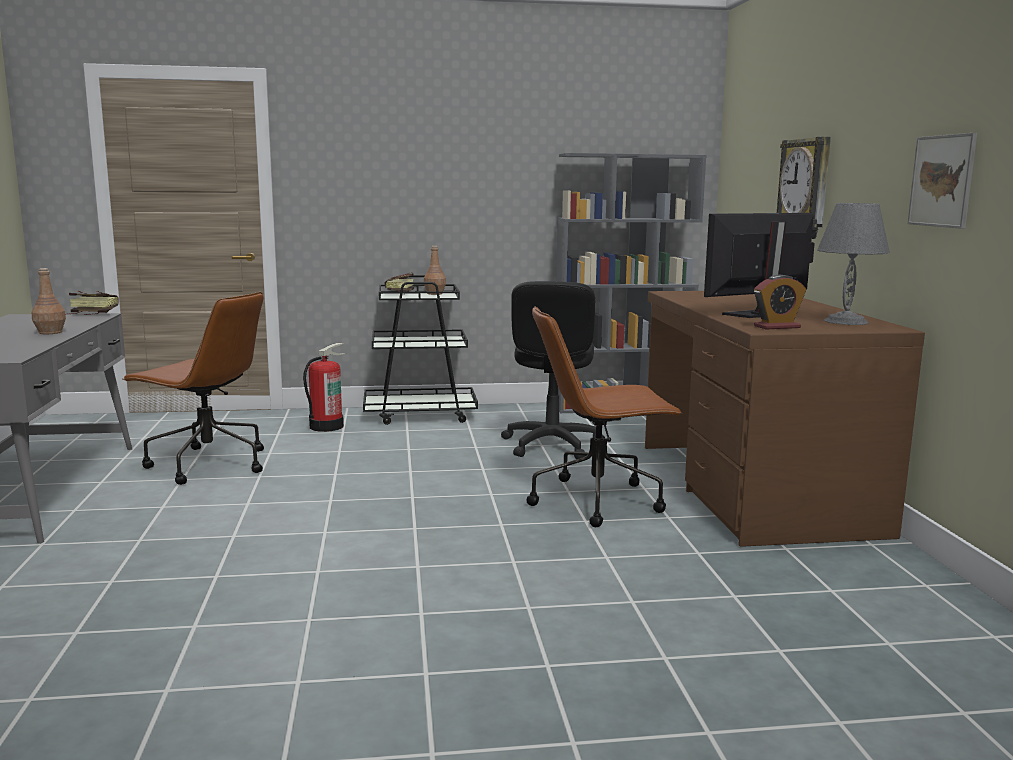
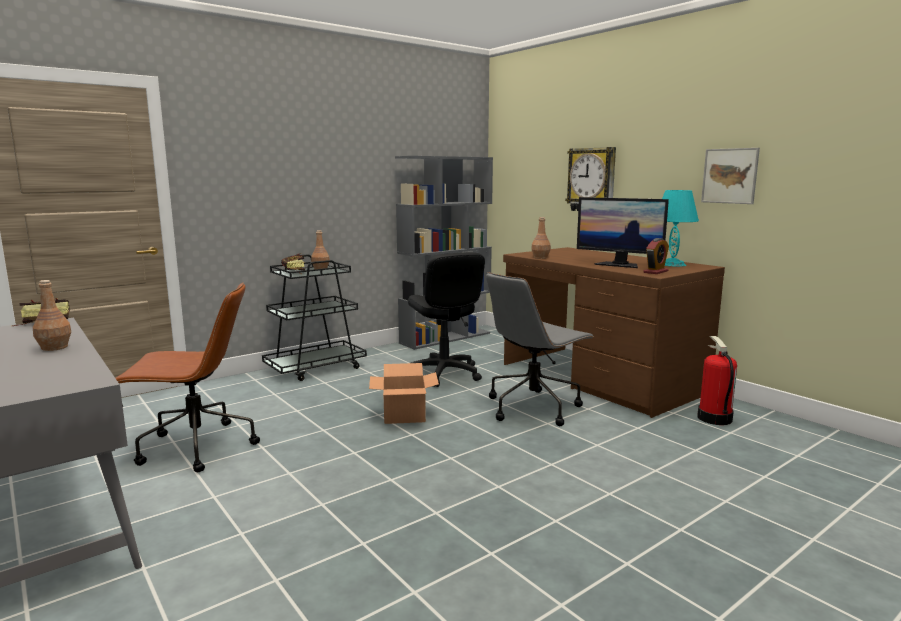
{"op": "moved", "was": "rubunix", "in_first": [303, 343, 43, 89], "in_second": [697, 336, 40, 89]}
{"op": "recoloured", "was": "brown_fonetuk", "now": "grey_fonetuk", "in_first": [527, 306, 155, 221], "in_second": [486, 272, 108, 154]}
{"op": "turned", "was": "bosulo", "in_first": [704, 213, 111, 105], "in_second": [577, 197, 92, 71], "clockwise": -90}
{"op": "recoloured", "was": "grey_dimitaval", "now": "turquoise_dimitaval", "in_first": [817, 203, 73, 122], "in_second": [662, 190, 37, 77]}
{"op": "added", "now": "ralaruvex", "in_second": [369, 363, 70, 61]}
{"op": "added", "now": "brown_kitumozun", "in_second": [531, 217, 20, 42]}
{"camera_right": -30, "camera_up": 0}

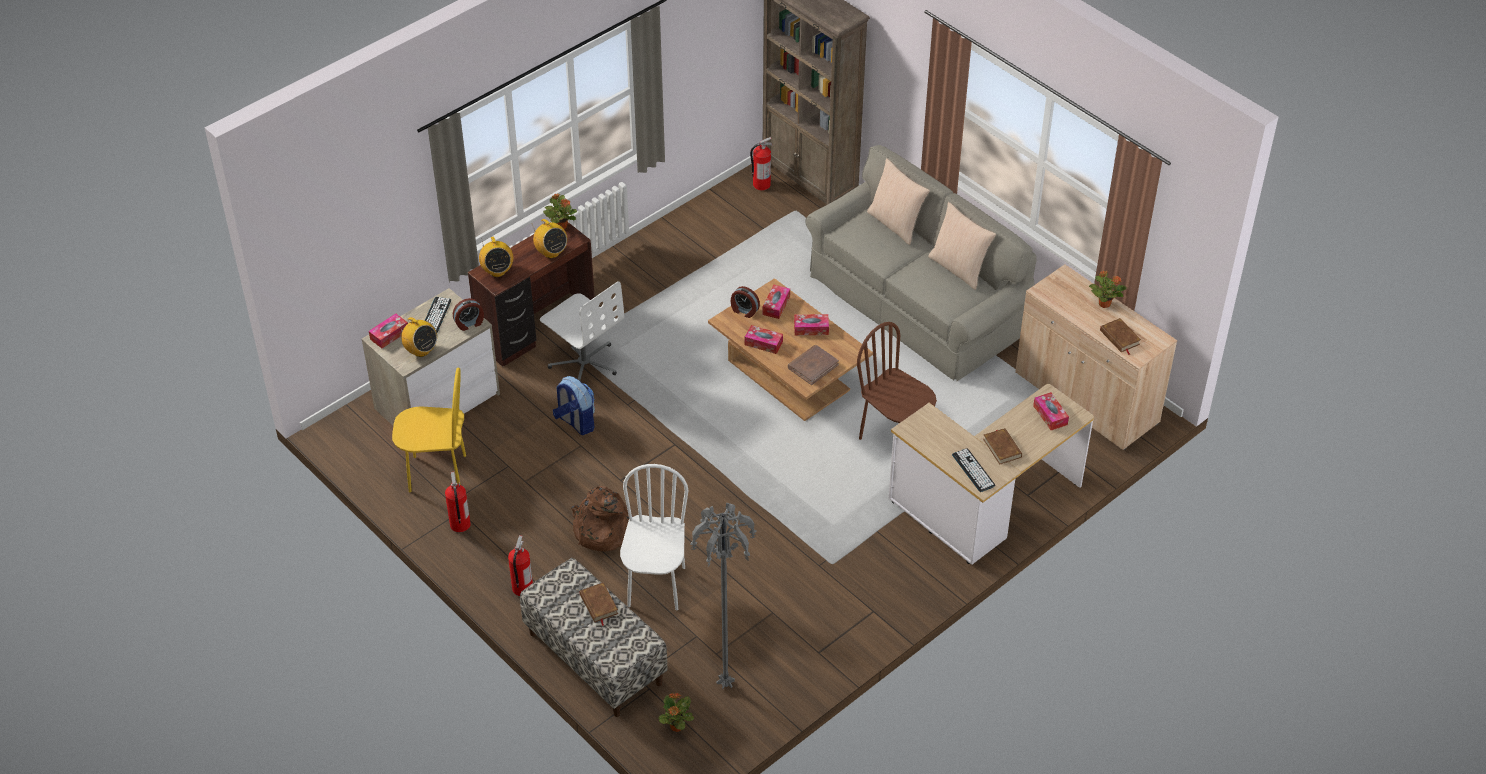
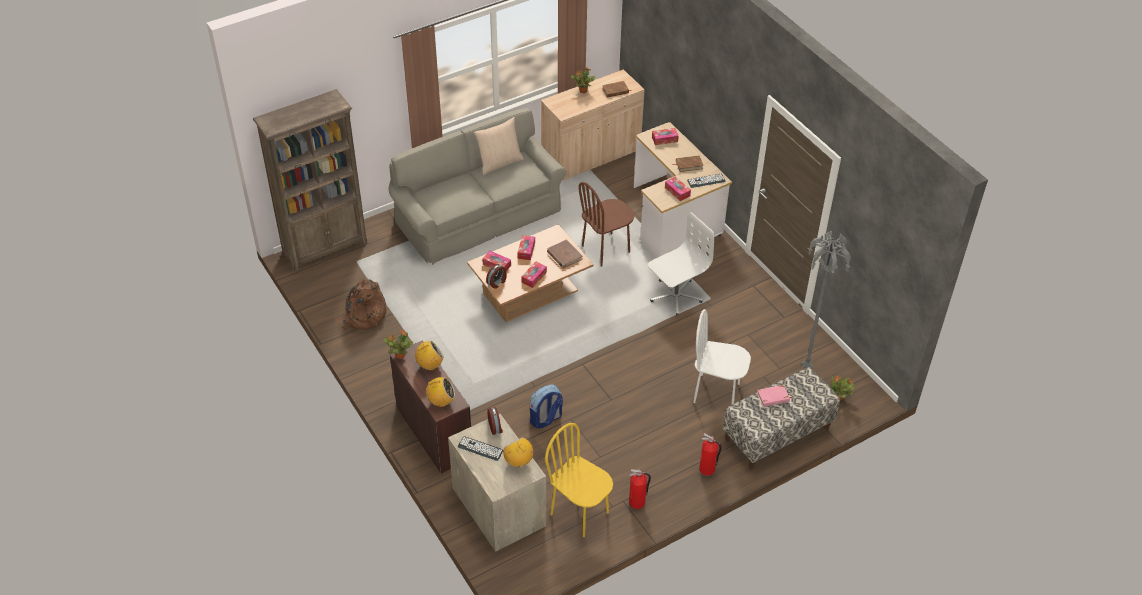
{"op": "moved", "was": "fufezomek", "in_first": [369, 313, 39, 35], "in_second": [665, 176, 26, 25]}
{"op": "turned", "was": "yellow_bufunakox", "in_first": [392, 368, 74, 124], "in_second": [545, 423, 68, 114], "clockwise": -60}
{"op": "turned", "was": "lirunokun", "in_first": [400, 317, 37, 40], "in_second": [503, 437, 30, 31], "clockwise": -90}
{"op": "moved", "was": "white_fonetuk", "in_first": [540, 281, 84, 100], "in_second": [648, 212, 66, 104]}
{"op": "moved", "was": "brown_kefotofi", "in_first": [571, 486, 62, 66], "in_second": [334, 279, 52, 51]}
{"op": "recoloured", "was": "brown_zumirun", "now": "pink_zumirun", "in_first": [580, 583, 38, 43], "in_second": [757, 385, 35, 22]}
{"op": "removed", "was": "rubunix", "in_first": [750, 137, 23, 53]}
{"op": "removed", "was": "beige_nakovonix", "in_first": [867, 158, 63, 87]}
{"camera_right": -80, "camera_up": 0}

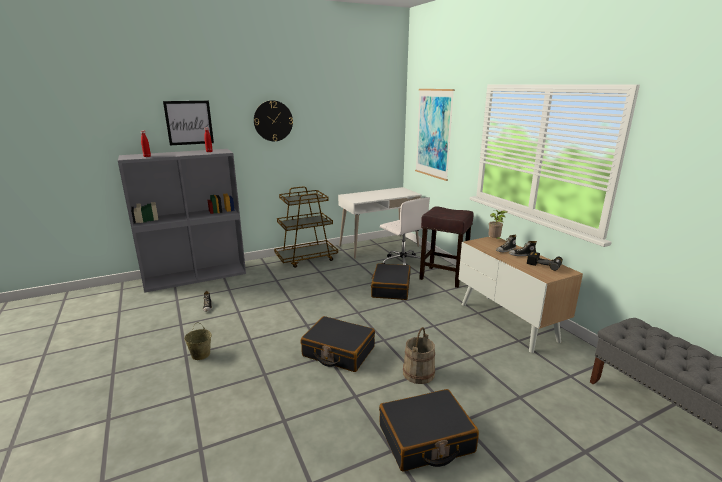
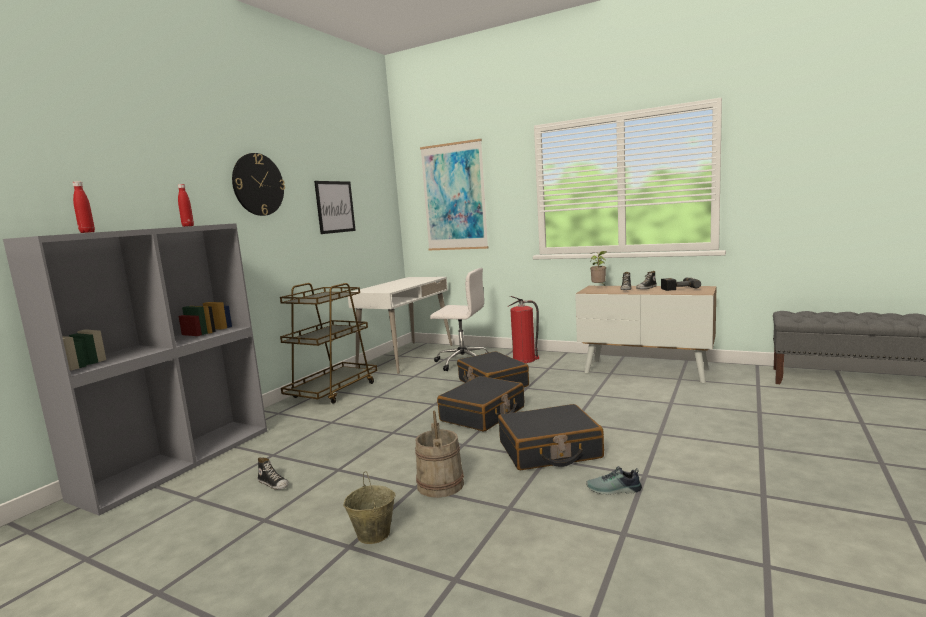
{"op": "moved", "was": "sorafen", "in_first": [163, 101, 51, 44], "in_second": [314, 181, 42, 53]}
{"op": "moved", "was": "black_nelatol", "in_first": [379, 389, 100, 83], "in_second": [437, 376, 87, 56]}
{"op": "moved", "was": "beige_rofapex", "in_first": [403, 327, 32, 57], "in_second": [415, 410, 49, 88]}
{"op": "replaced", "was": "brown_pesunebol", "now": "rubunix", "in_first": [419, 206, 55, 82], "in_second": [508, 296, 31, 67]}
{"op": "added", "now": "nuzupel", "in_second": [586, 466, 56, 29]}
{"camera_right": -35, "camera_up": -10}

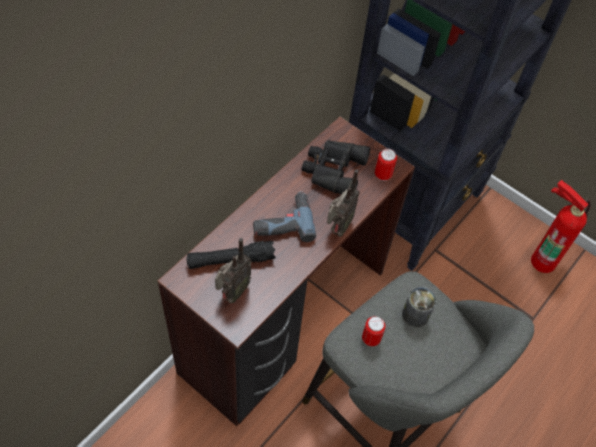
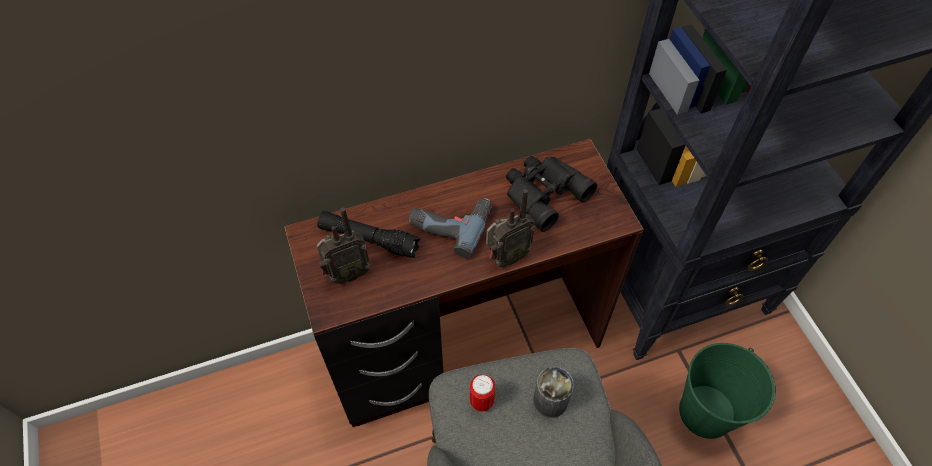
{"op": "removed", "was": "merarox", "in_first": [375, 149, 22, 32]}
{"op": "removed", "was": "rubunix", "in_first": [531, 180, 59, 93]}
{"op": "added", "now": "green_rofapex", "in_second": [679, 343, 97, 96]}
{"camera_right": 35, "camera_up": 0}

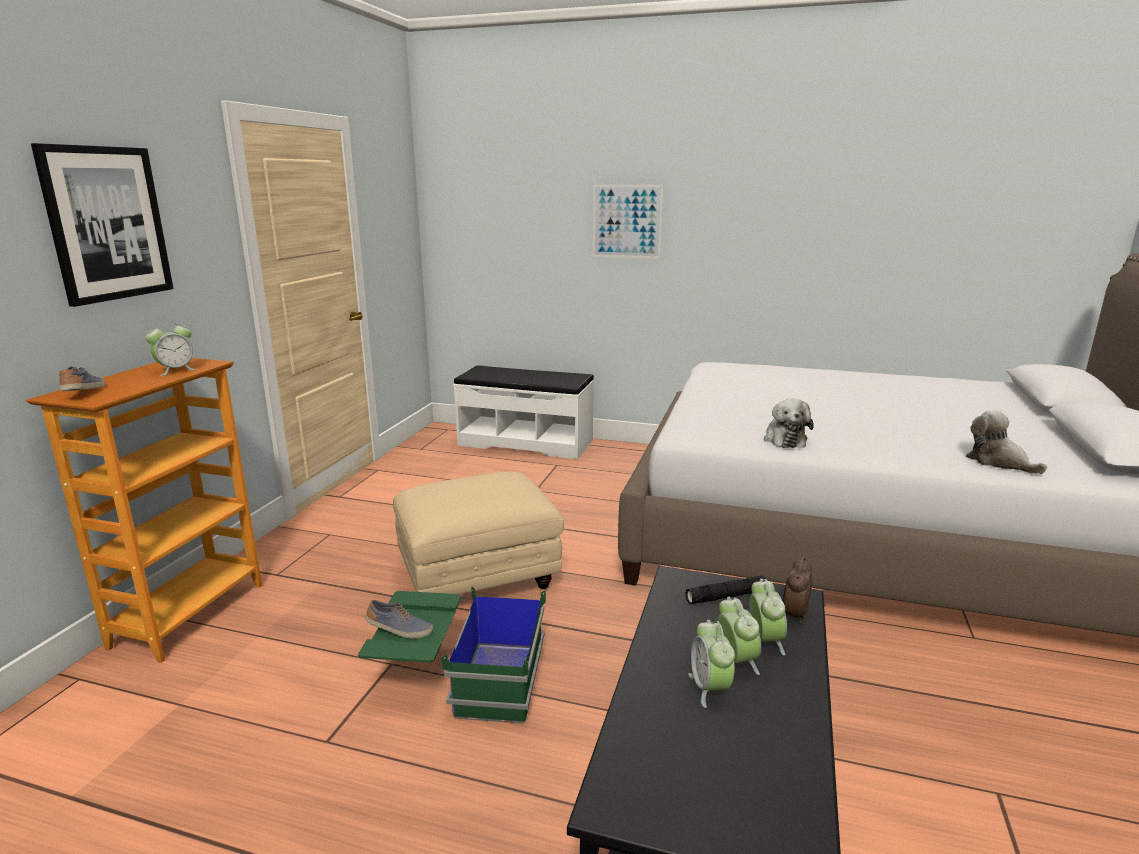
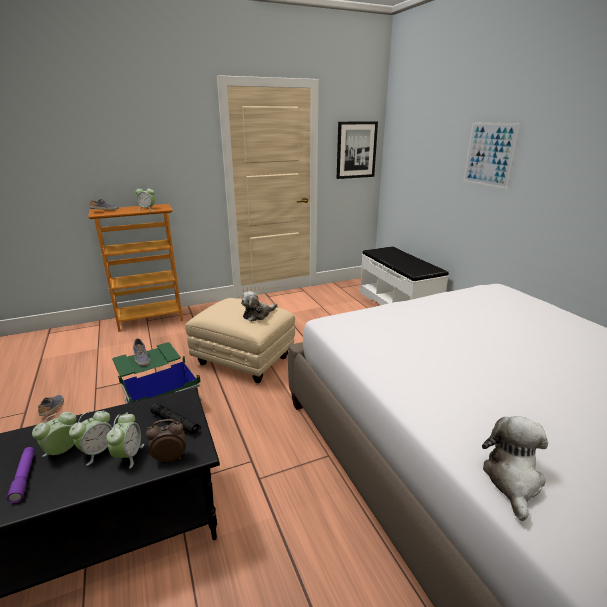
{"op": "moved", "was": "sorafen", "in_first": [31, 143, 142, 164], "in_second": [337, 121, 41, 58]}
{"op": "turned", "was": "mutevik", "in_first": [750, 579, 37, 76], "in_second": [106, 413, 38, 56], "clockwise": -45}
{"op": "moved", "was": "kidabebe", "in_first": [764, 398, 50, 50], "in_second": [241, 291, 36, 31]}
{"op": "added", "now": "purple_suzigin", "in_second": [6, 447, 29, 56]}
{"op": "added", "now": "nuzupel", "in_second": [38, 395, 26, 21]}
{"camera_right": 50, "camera_up": 5}

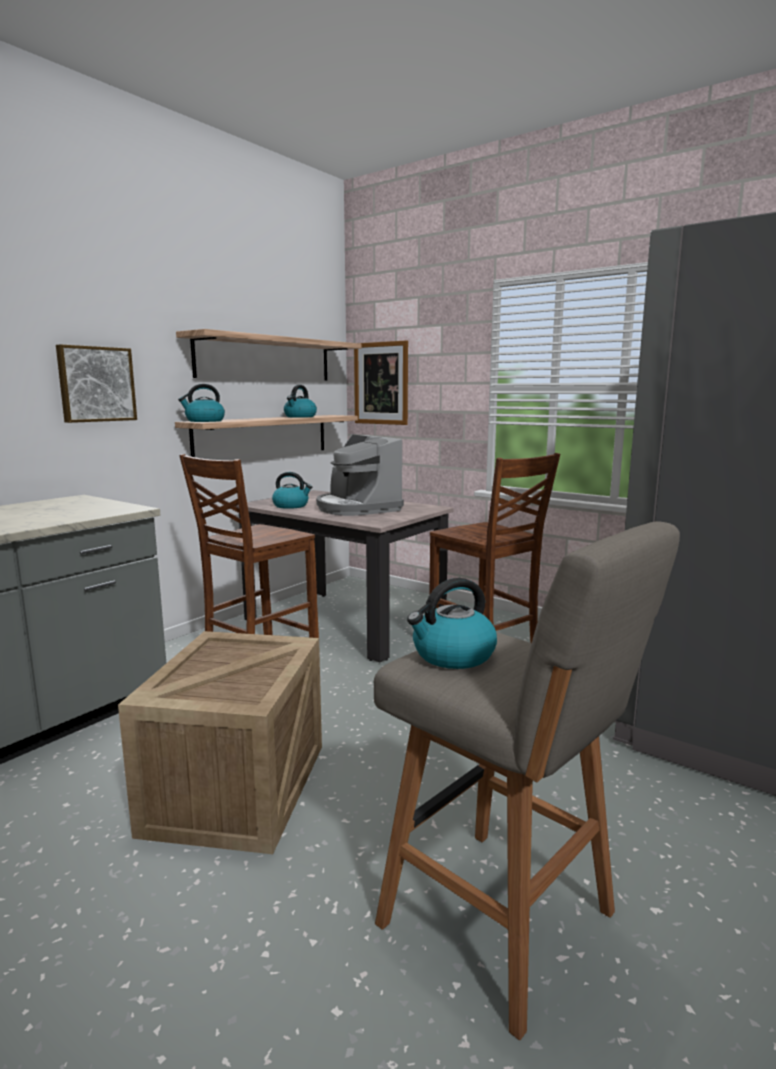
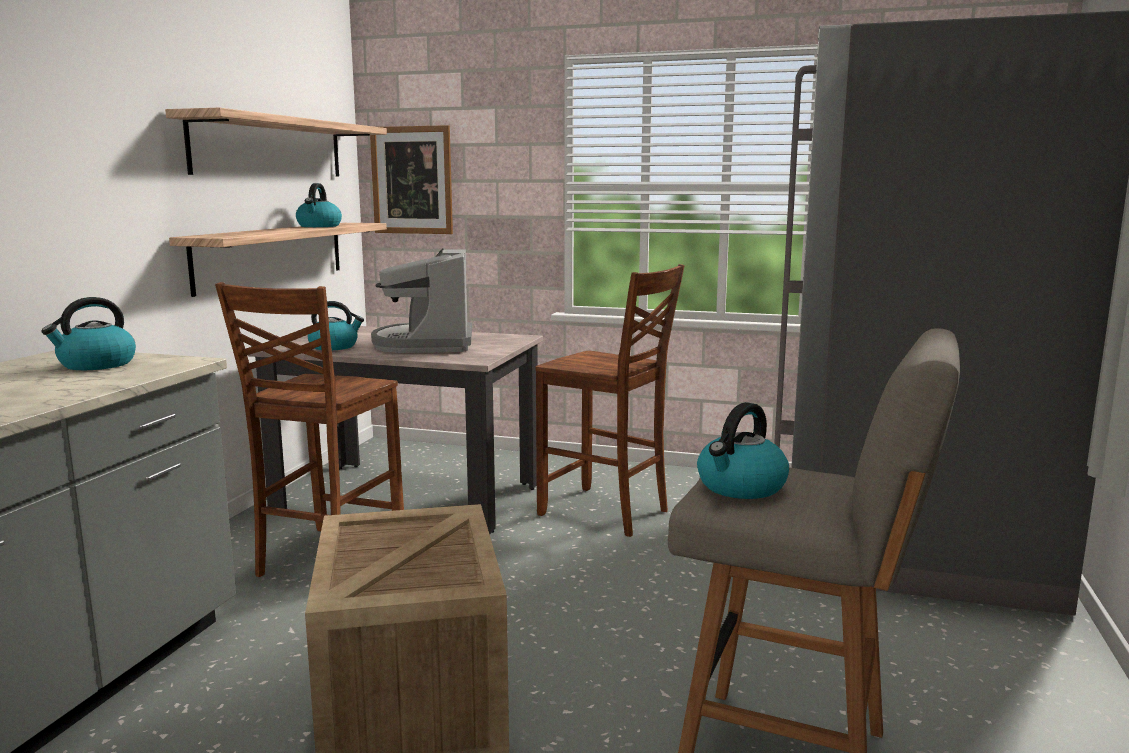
{"op": "removed", "was": "sorafen", "in_first": [56, 344, 81, 79]}
{"op": "moved", "was": "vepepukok", "in_first": [178, 384, 47, 38], "in_second": [41, 297, 95, 73]}
{"op": "turned", "was": "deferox", "in_first": [316, 434, 88, 82], "in_second": [371, 248, 101, 105], "clockwise": 45}
{"camera_right": -20, "camera_up": 0}

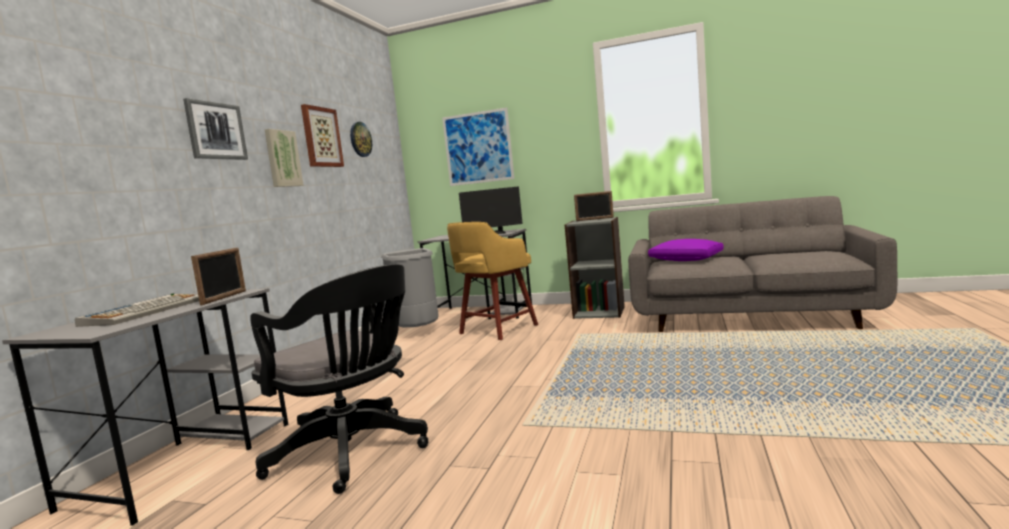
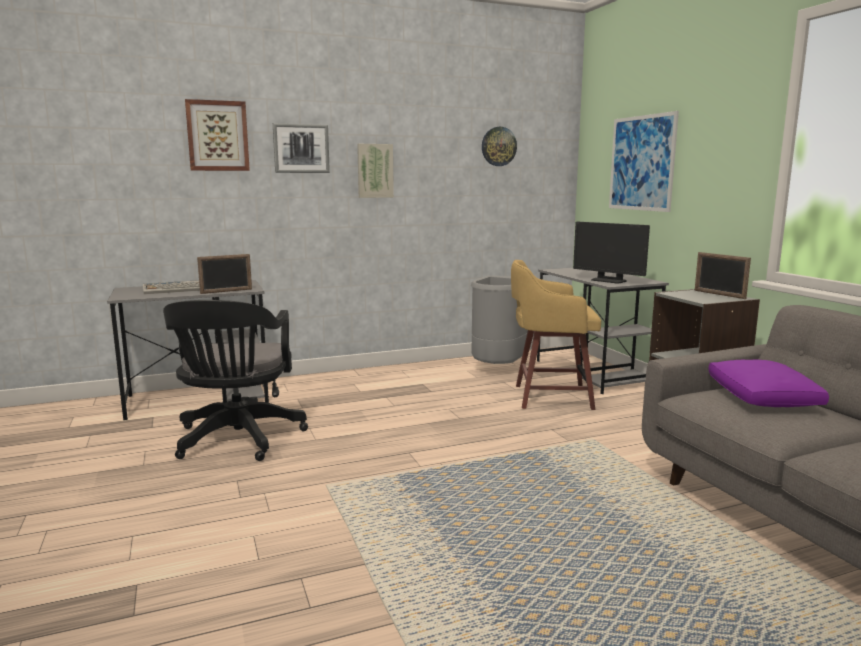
{"op": "moved", "was": "sorafen", "in_first": [301, 104, 43, 63], "in_second": [185, 99, 65, 72]}
{"camera_right": 50, "camera_up": 5}

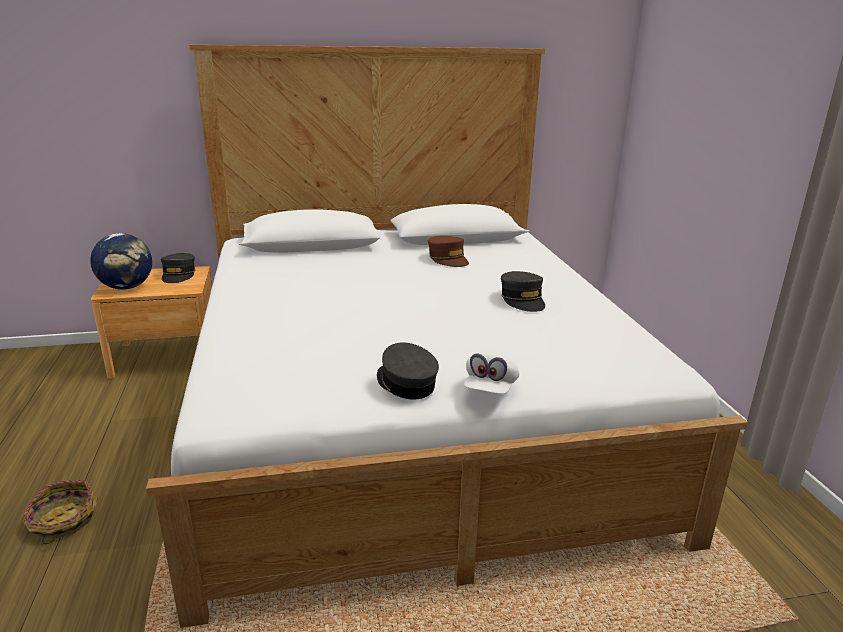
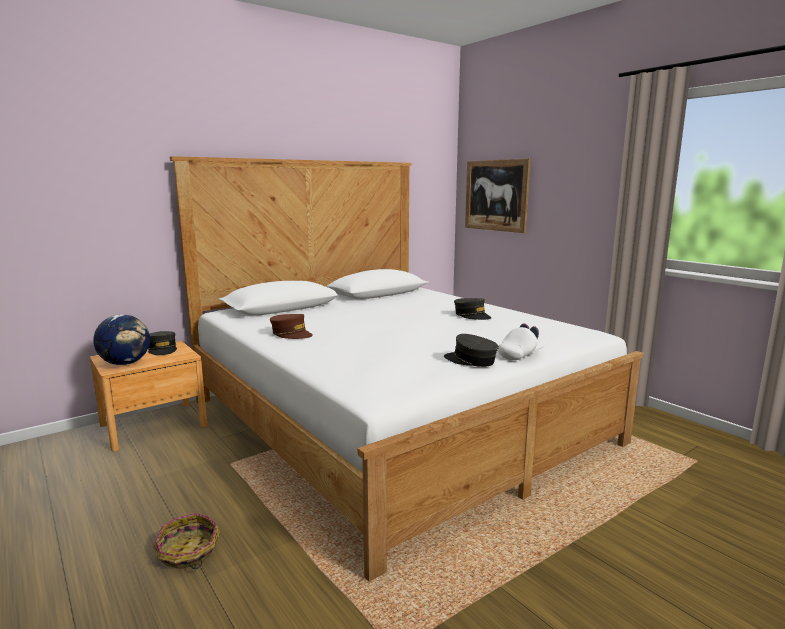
{"op": "moved", "was": "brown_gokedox", "in_first": [428, 236, 41, 31], "in_second": [270, 314, 43, 25]}
{"op": "turned", "was": "white_gokedox", "in_first": [464, 352, 55, 42], "in_second": [498, 324, 47, 36], "clockwise": -120}
{"op": "added", "now": "sorafen", "in_second": [465, 159, 66, 74]}
{"camera_right": -25, "camera_up": -10}

